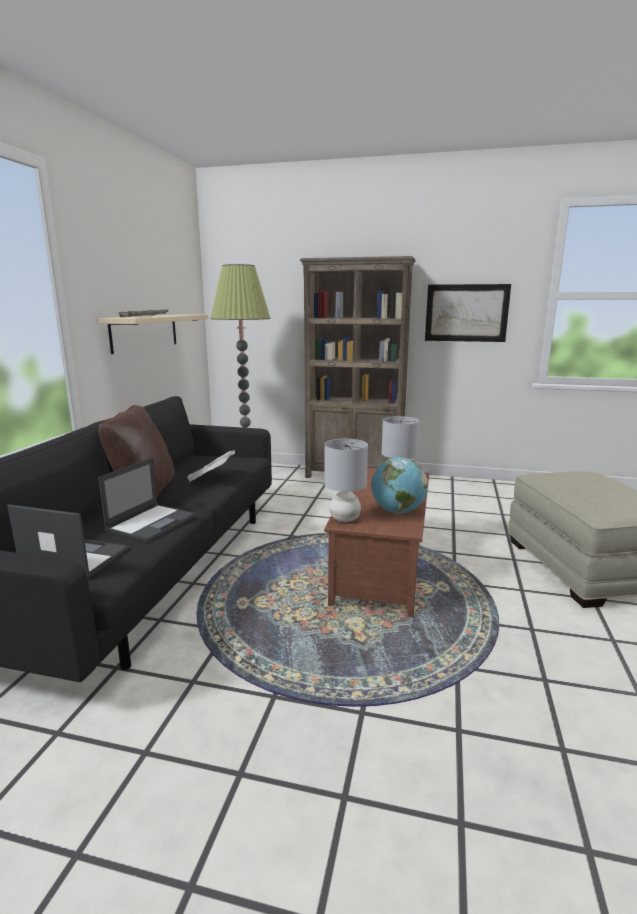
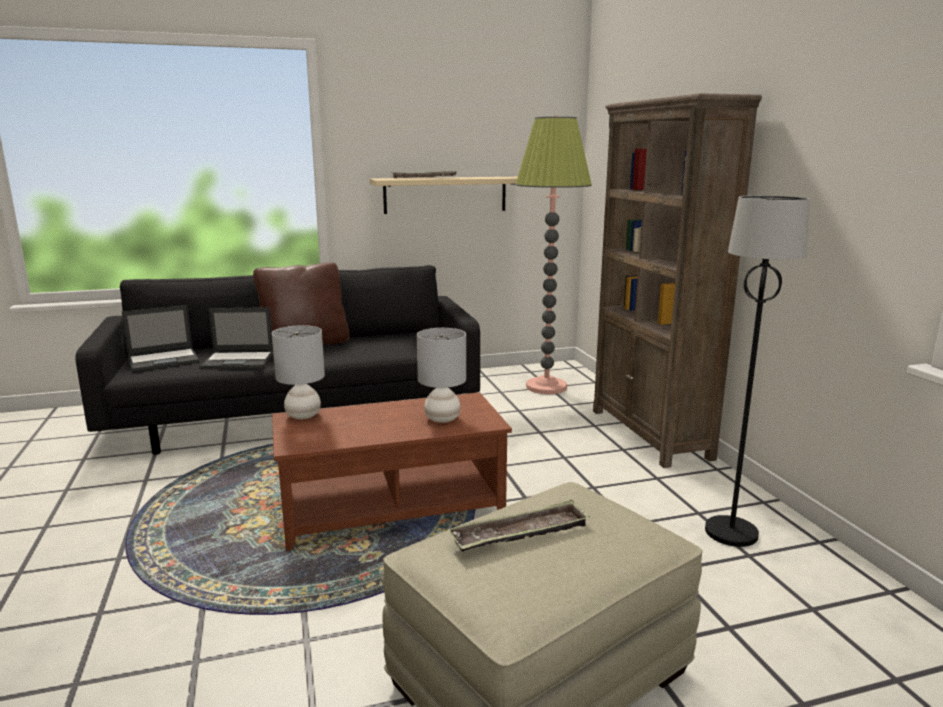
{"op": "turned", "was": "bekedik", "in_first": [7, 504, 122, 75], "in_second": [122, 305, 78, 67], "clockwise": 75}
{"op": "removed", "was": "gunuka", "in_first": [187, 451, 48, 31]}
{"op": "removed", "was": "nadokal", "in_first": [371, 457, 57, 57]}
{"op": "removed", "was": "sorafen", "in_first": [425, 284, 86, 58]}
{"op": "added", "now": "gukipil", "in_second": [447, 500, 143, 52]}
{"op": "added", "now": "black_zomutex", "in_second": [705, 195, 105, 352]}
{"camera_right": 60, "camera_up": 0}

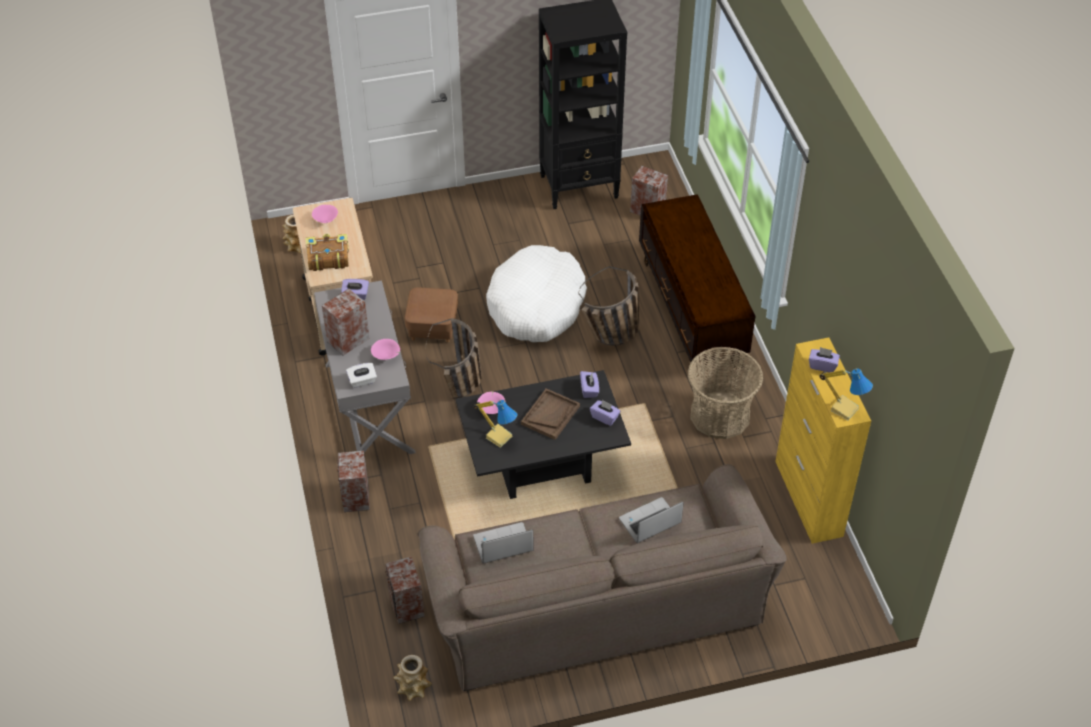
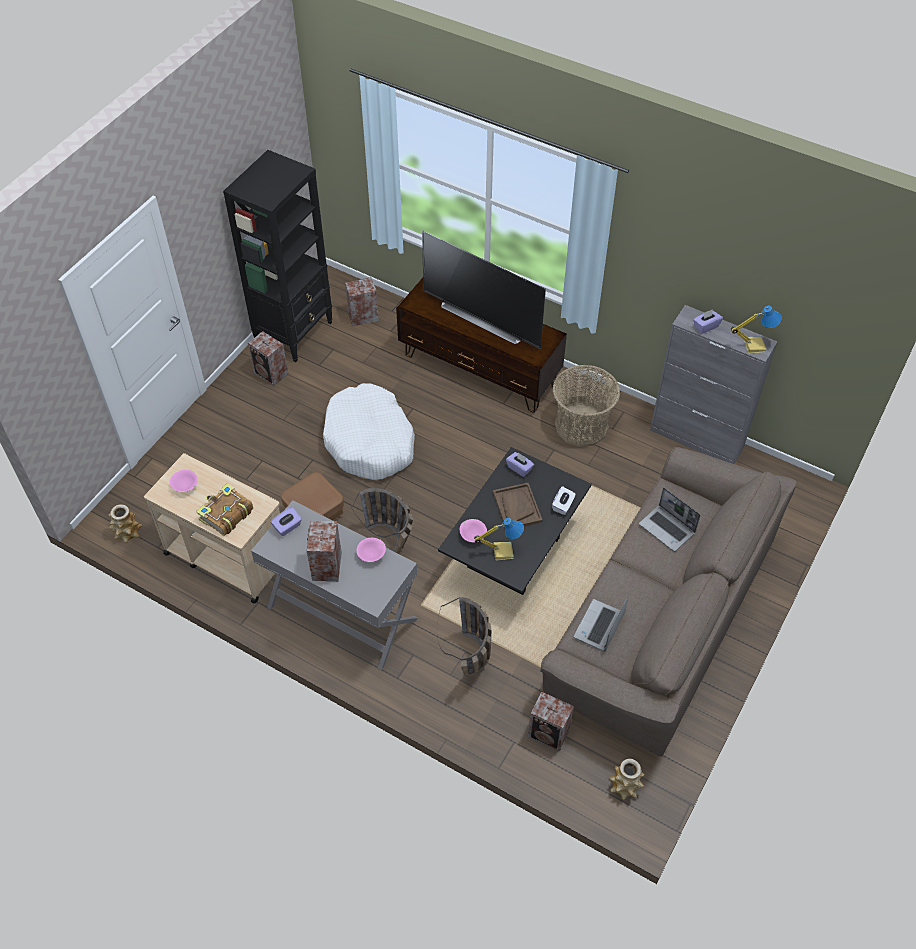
{"op": "moved", "was": "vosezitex", "in_first": [337, 451, 33, 61], "in_second": [248, 331, 40, 55]}
{"op": "moved", "was": "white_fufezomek", "in_first": [346, 363, 31, 25], "in_second": [552, 486, 24, 29]}
{"op": "moved", "was": "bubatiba", "in_first": [579, 266, 60, 79], "in_second": [437, 597, 54, 78]}
{"op": "removed", "was": "purple_fufezomek", "in_first": [590, 400, 31, 26]}
{"op": "turned", "was": "bekedik", "in_first": [619, 497, 65, 46], "in_second": [639, 487, 61, 64], "clockwise": -60}
{"op": "recoloured", "was": "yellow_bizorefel", "now": "grey_bizorefel", "in_first": [775, 338, 96, 206], "in_second": [650, 305, 128, 159]}
{"op": "added", "now": "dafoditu", "in_second": [422, 230, 124, 119]}
{"camera_right": -45, "camera_up": 5}

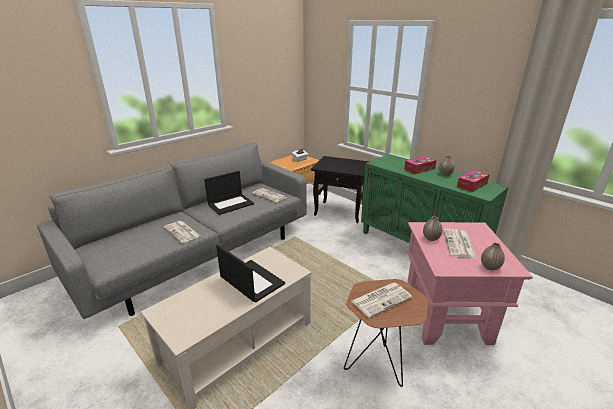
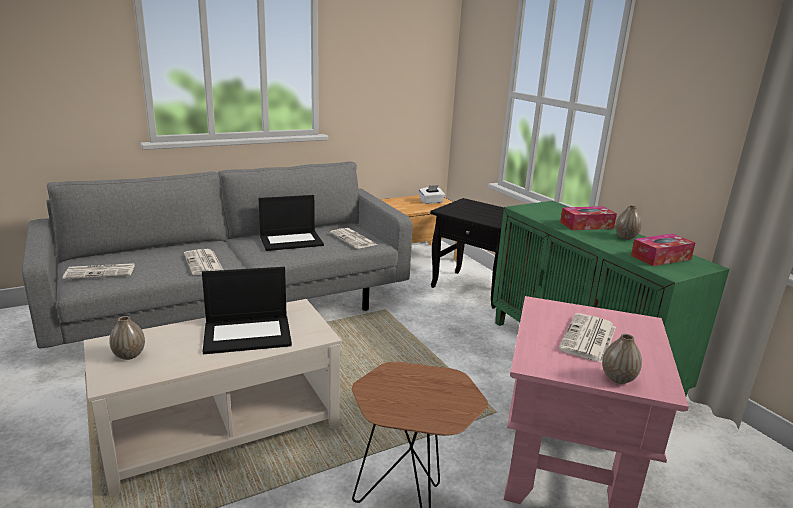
{"op": "turned", "was": "bekedik", "in_first": [216, 245, 69, 58], "in_second": [202, 267, 90, 87], "clockwise": 105}
{"op": "moved", "was": "gunuka", "in_first": [351, 283, 61, 35], "in_second": [62, 263, 73, 16]}
{"op": "moved", "was": "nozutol", "in_first": [423, 216, 20, 25], "in_second": [109, 316, 36, 44]}
{"camera_right": 15, "camera_up": -5}

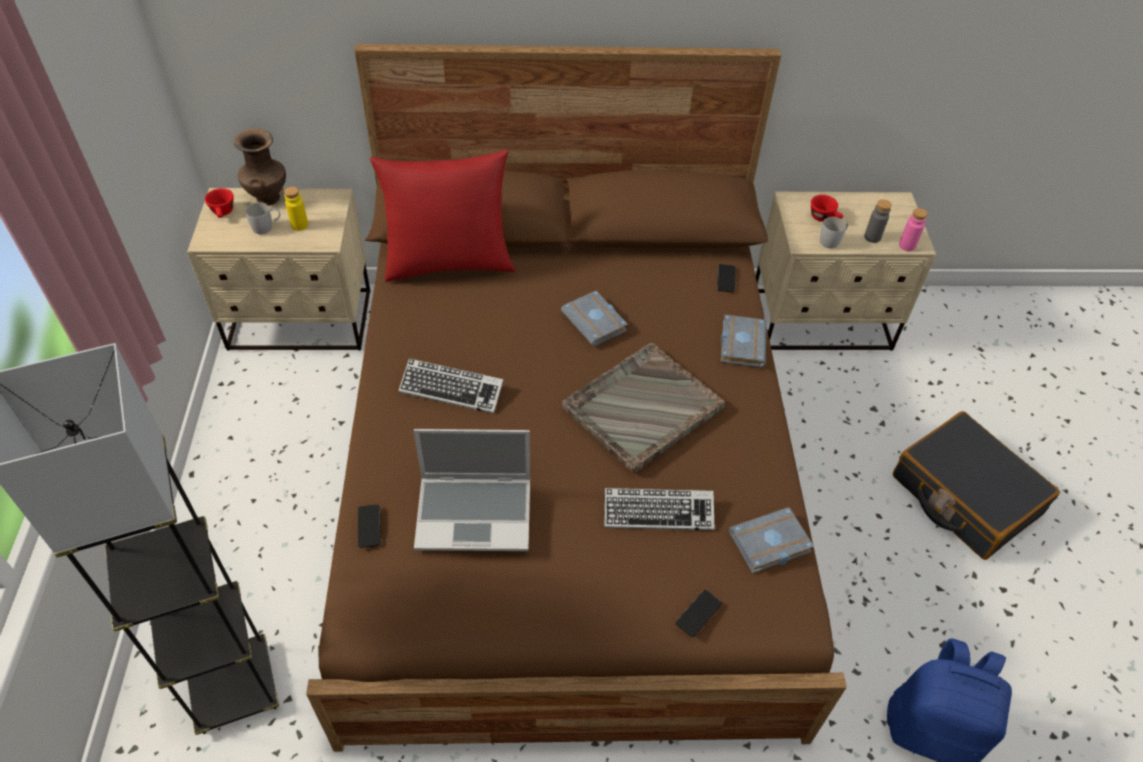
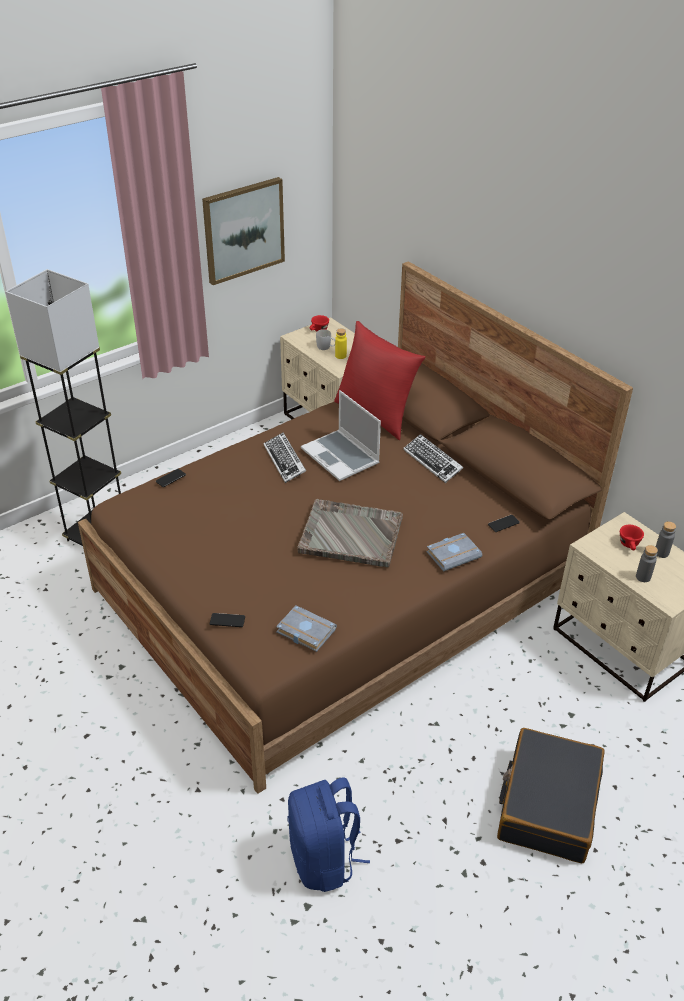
{"op": "removed", "was": "brown_nozutol", "in_first": [234, 128, 52, 78]}
{"op": "moved", "was": "bekedik", "in_first": [414, 429, 116, 122], "in_second": [301, 390, 80, 91]}
{"op": "removed", "was": "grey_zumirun", "in_first": [561, 291, 67, 56]}
{"op": "moved", "was": "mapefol", "in_first": [604, 488, 111, 43], "in_second": [403, 434, 60, 49]}
{"op": "removed", "was": "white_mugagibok", "in_first": [820, 217, 28, 31]}
{"op": "removed", "was": "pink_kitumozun", "in_first": [899, 208, 29, 43]}
{"op": "added", "now": "sorafen", "in_second": [202, 177, 83, 108]}
{"op": "added", "now": "grey_kitumozun", "in_second": [656, 521, 20, 37]}
{"camera_right": 55, "camera_up": -10}

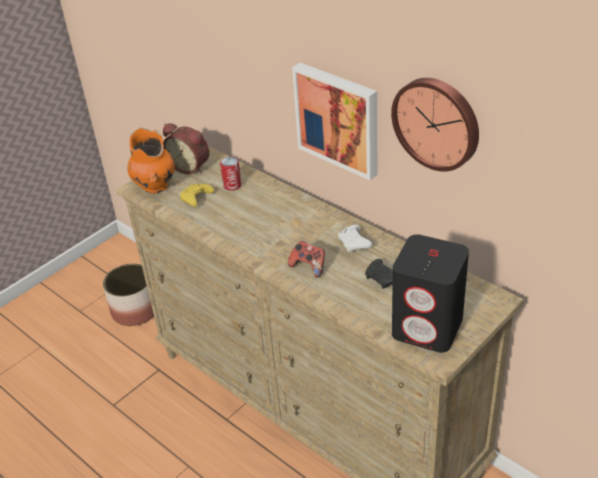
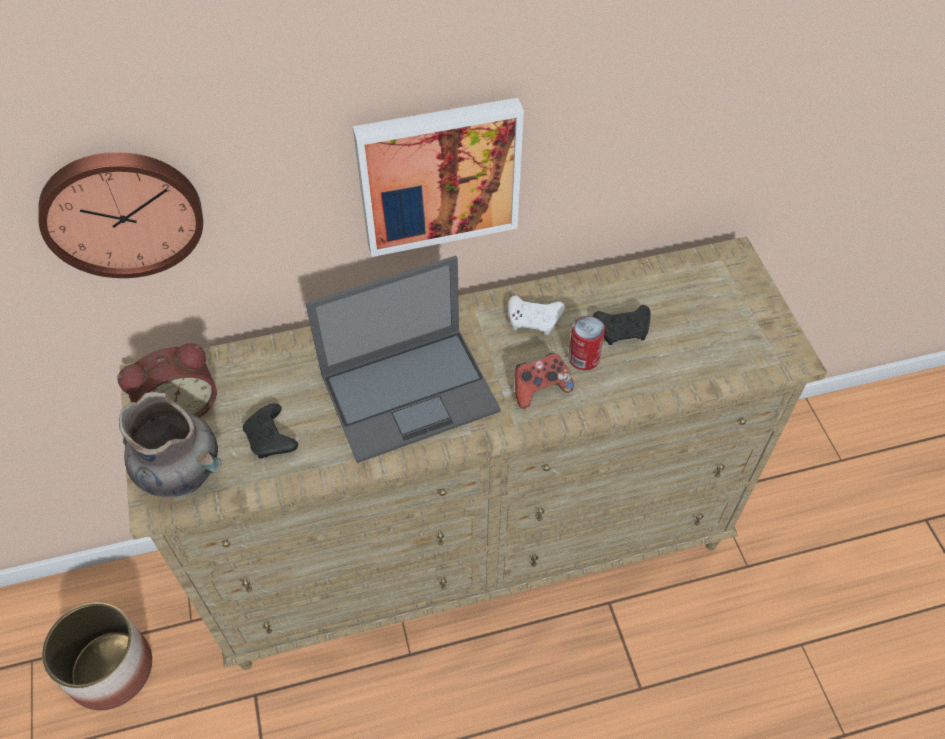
{"op": "recoloured", "was": "orange_nozutol", "now": "grey_nozutol", "in_first": [127, 128, 48, 66], "in_second": [119, 392, 102, 105]}
{"op": "recoloured", "was": "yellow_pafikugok", "now": "black_pafikugok", "in_first": [180, 184, 34, 23], "in_second": [243, 404, 55, 54]}
{"op": "moved", "was": "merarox", "in_first": [220, 157, 22, 34], "in_second": [568, 316, 37, 54]}
{"op": "moved", "was": "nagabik", "in_first": [391, 78, 88, 94], "in_second": [38, 152, 165, 126]}
{"op": "removed", "was": "black_vosezitex", "in_first": [392, 234, 77, 119]}
{"op": "added", "now": "bekedik", "in_second": [305, 256, 196, 207]}
{"camera_right": -60, "camera_up": 15}

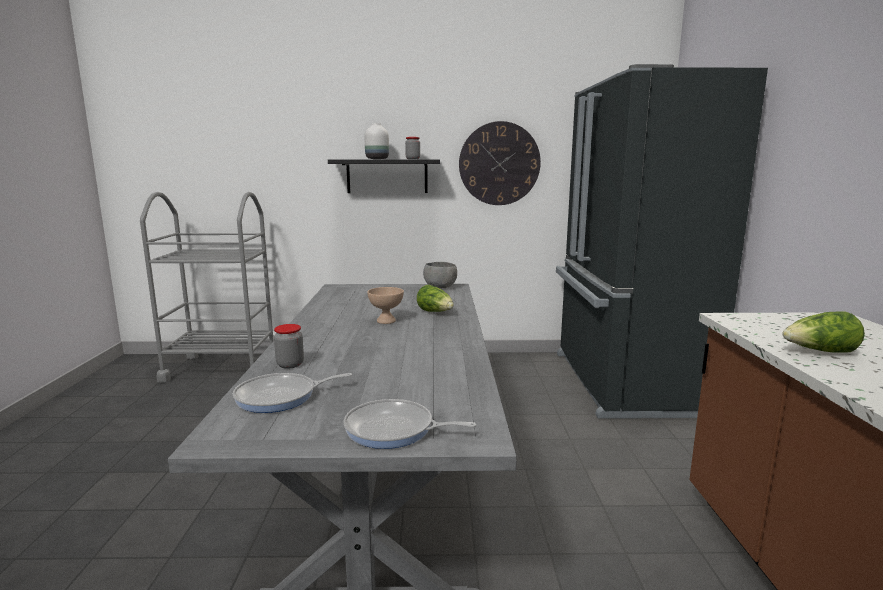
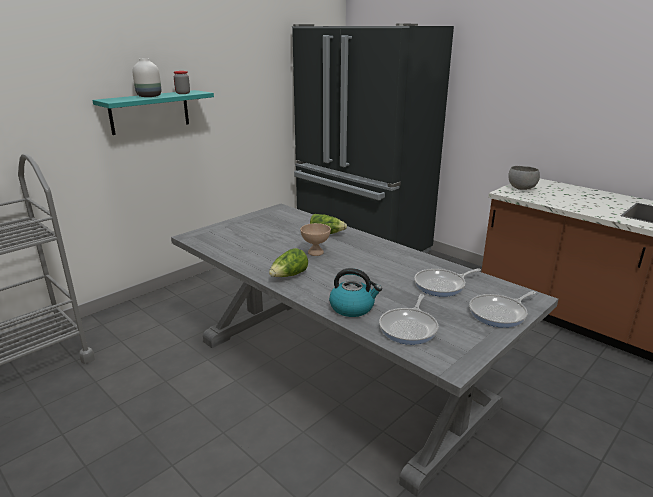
{"op": "replaced", "was": "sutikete", "now": "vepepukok", "in_first": [274, 324, 30, 45], "in_second": [329, 268, 53, 49]}
{"op": "recoloured", "was": "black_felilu", "now": "turquoise_felilu", "in_first": [328, 159, 112, 34], "in_second": [92, 90, 122, 45]}
{"op": "moved", "was": "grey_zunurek", "in_first": [423, 262, 34, 27], "in_second": [508, 166, 32, 24]}
{"op": "removed", "was": "nagabik", "in_first": [459, 121, 82, 84]}
{"op": "moved", "was": "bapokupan", "in_first": [783, 311, 82, 42], "in_second": [269, 248, 39, 29]}
{"op": "added", "now": "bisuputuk", "in_second": [414, 268, 67, 29]}
{"camera_right": -45, "camera_up": 10}

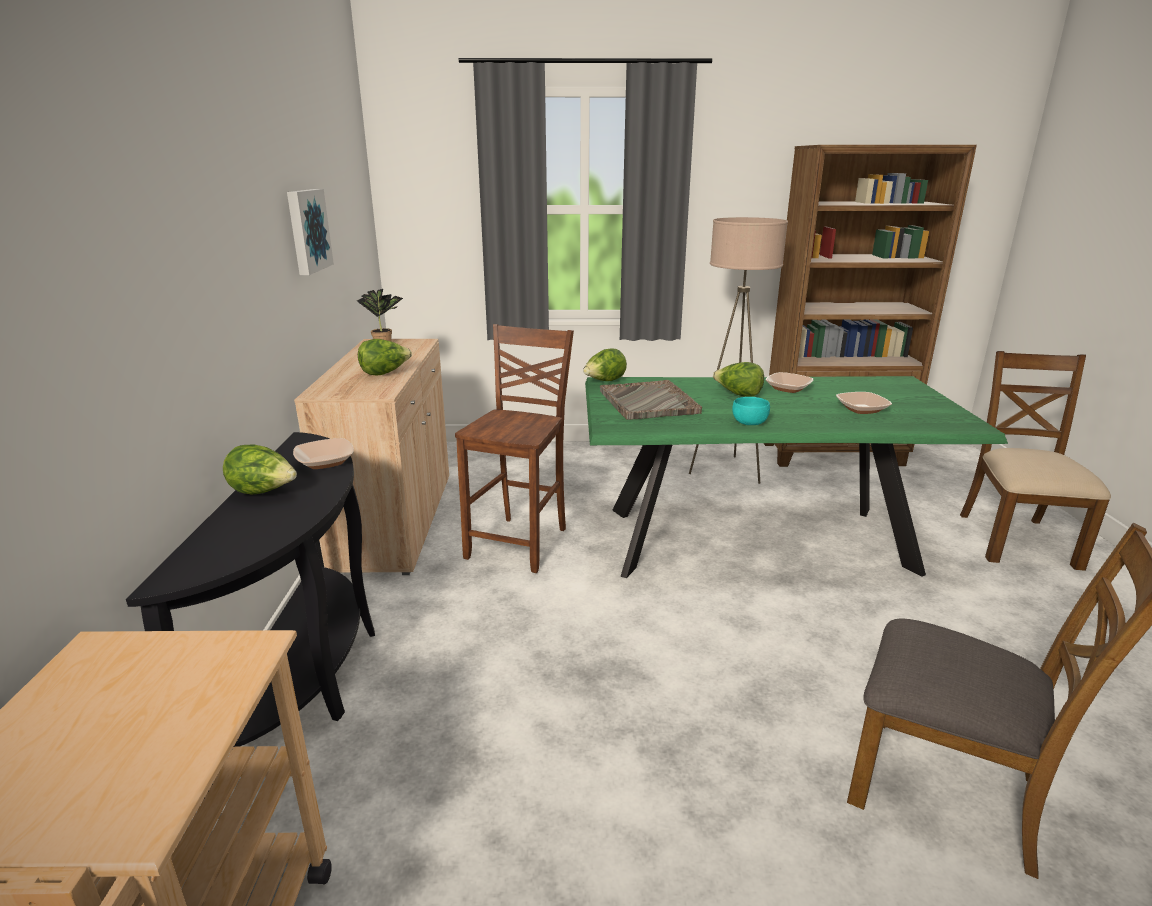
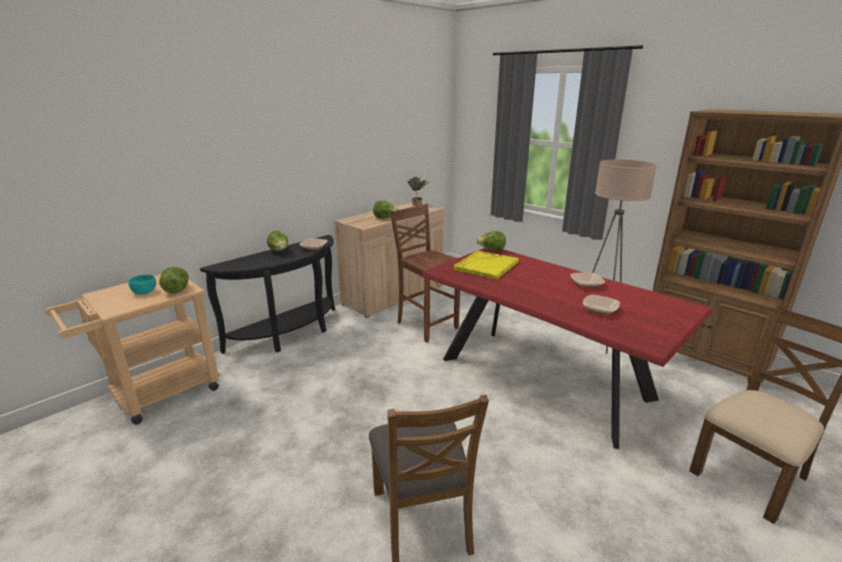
{"op": "removed", "was": "sorafen", "in_first": [287, 189, 47, 86]}
{"op": "turned", "was": "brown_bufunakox", "in_first": [455, 324, 119, 249], "in_second": [390, 204, 70, 138], "clockwise": -105}
{"op": "recoloured", "was": "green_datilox", "now": "red_datilox", "in_first": [585, 376, 423, 202], "in_second": [421, 248, 291, 201]}
{"op": "recoloured", "was": "grey_gukipil", "now": "yellow_gukipil", "in_first": [600, 380, 102, 40], "in_second": [454, 250, 65, 30]}
{"op": "moved", "was": "bapokupan", "in_first": [713, 362, 51, 34], "in_second": [159, 267, 29, 27]}
{"op": "moved", "was": "turquoise_zunurek", "in_first": [732, 397, 38, 28], "in_second": [128, 275, 28, 20]}
{"camera_right": 45, "camera_up": 0}

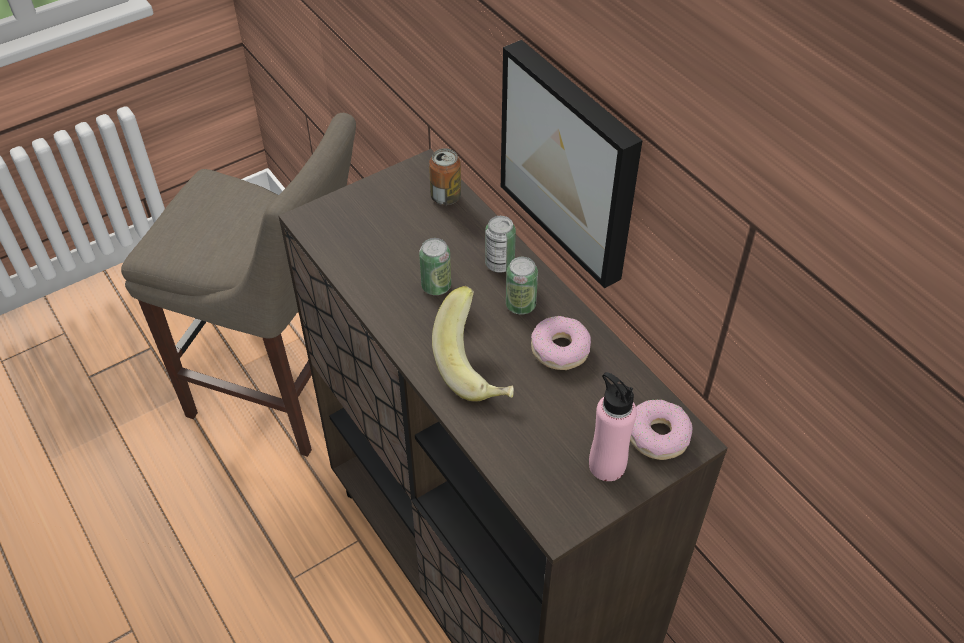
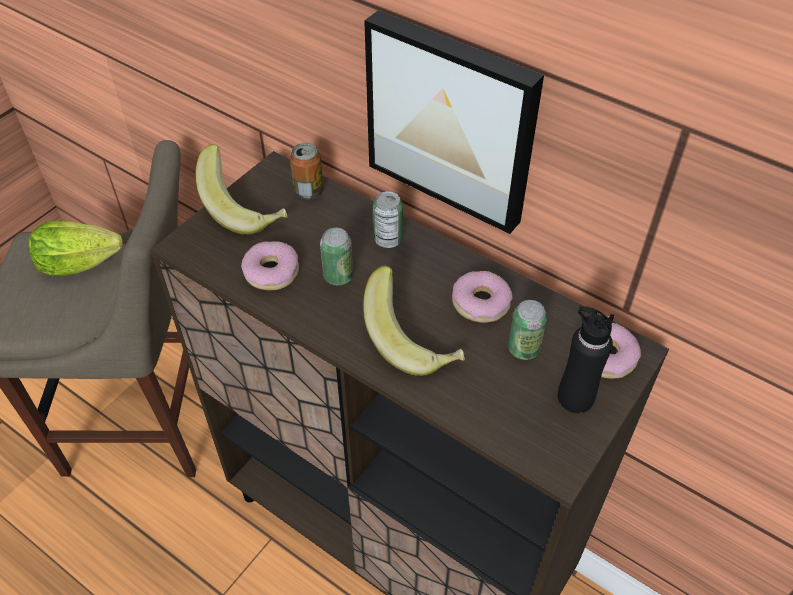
{"op": "moved", "was": "merarox", "in_first": [506, 257, 32, 58], "in_second": [508, 300, 39, 60]}
{"op": "recoloured", "was": "pink_kitumozun", "now": "black_kitumozun", "in_first": [589, 372, 48, 109], "in_second": [558, 306, 56, 107]}
{"op": "added", "now": "bapokupan", "in_second": [29, 221, 94, 55]}
{"op": "added", "now": "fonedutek", "in_second": [196, 144, 91, 91]}
{"op": "added", "now": "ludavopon", "in_second": [241, 241, 58, 49]}
{"camera_right": -20, "camera_up": 0}

